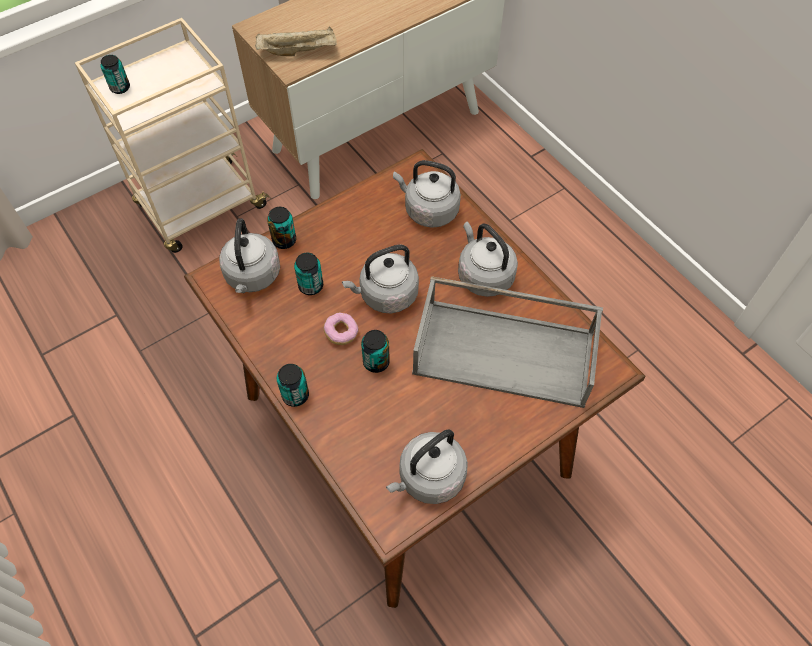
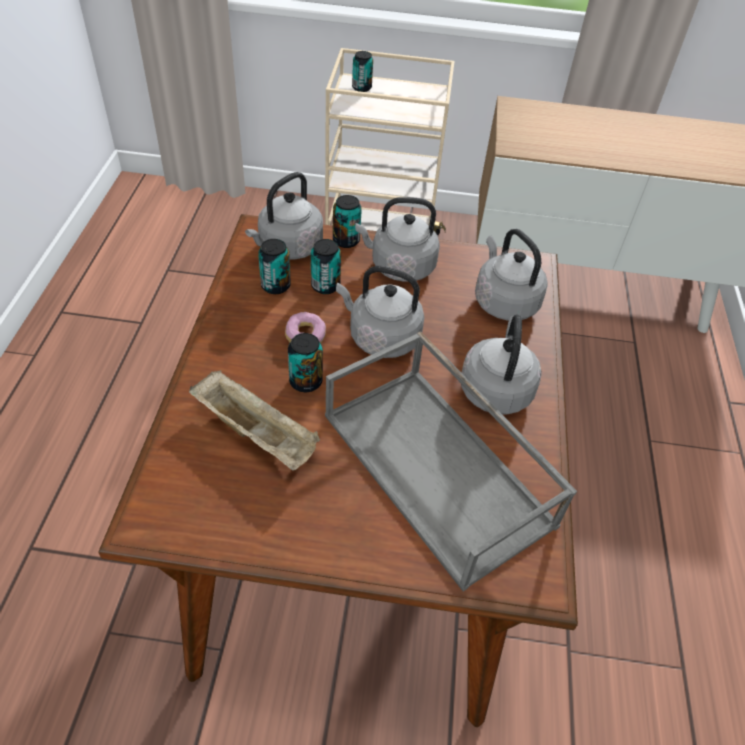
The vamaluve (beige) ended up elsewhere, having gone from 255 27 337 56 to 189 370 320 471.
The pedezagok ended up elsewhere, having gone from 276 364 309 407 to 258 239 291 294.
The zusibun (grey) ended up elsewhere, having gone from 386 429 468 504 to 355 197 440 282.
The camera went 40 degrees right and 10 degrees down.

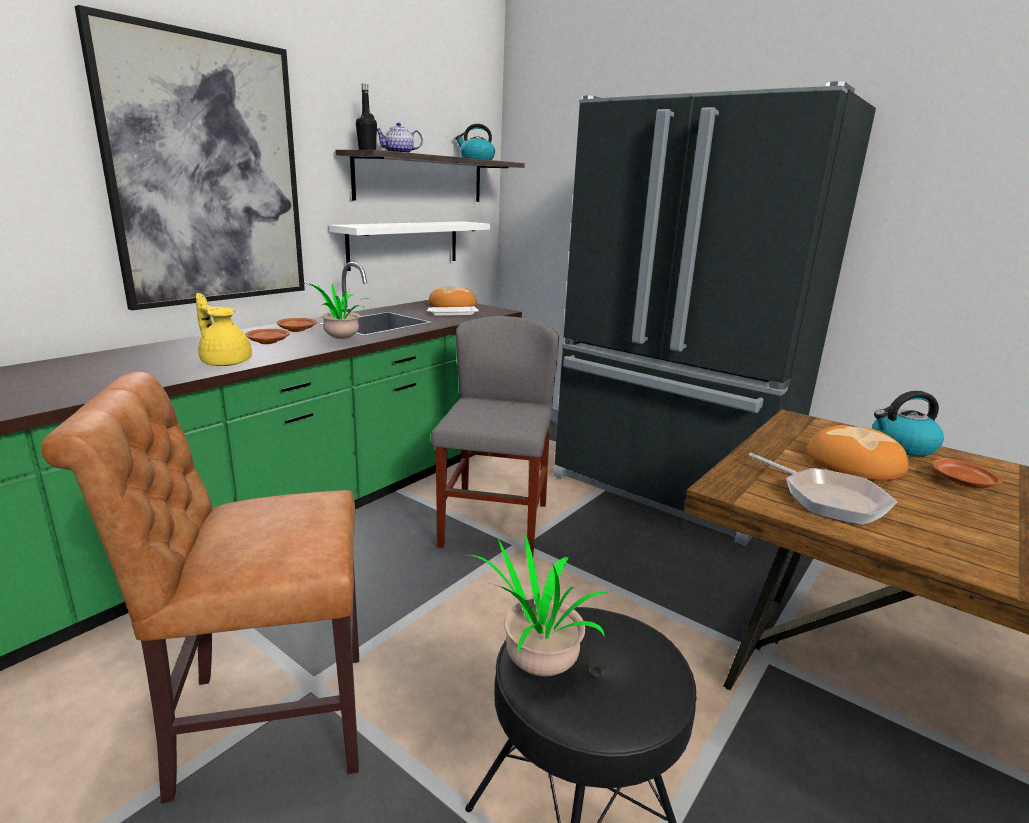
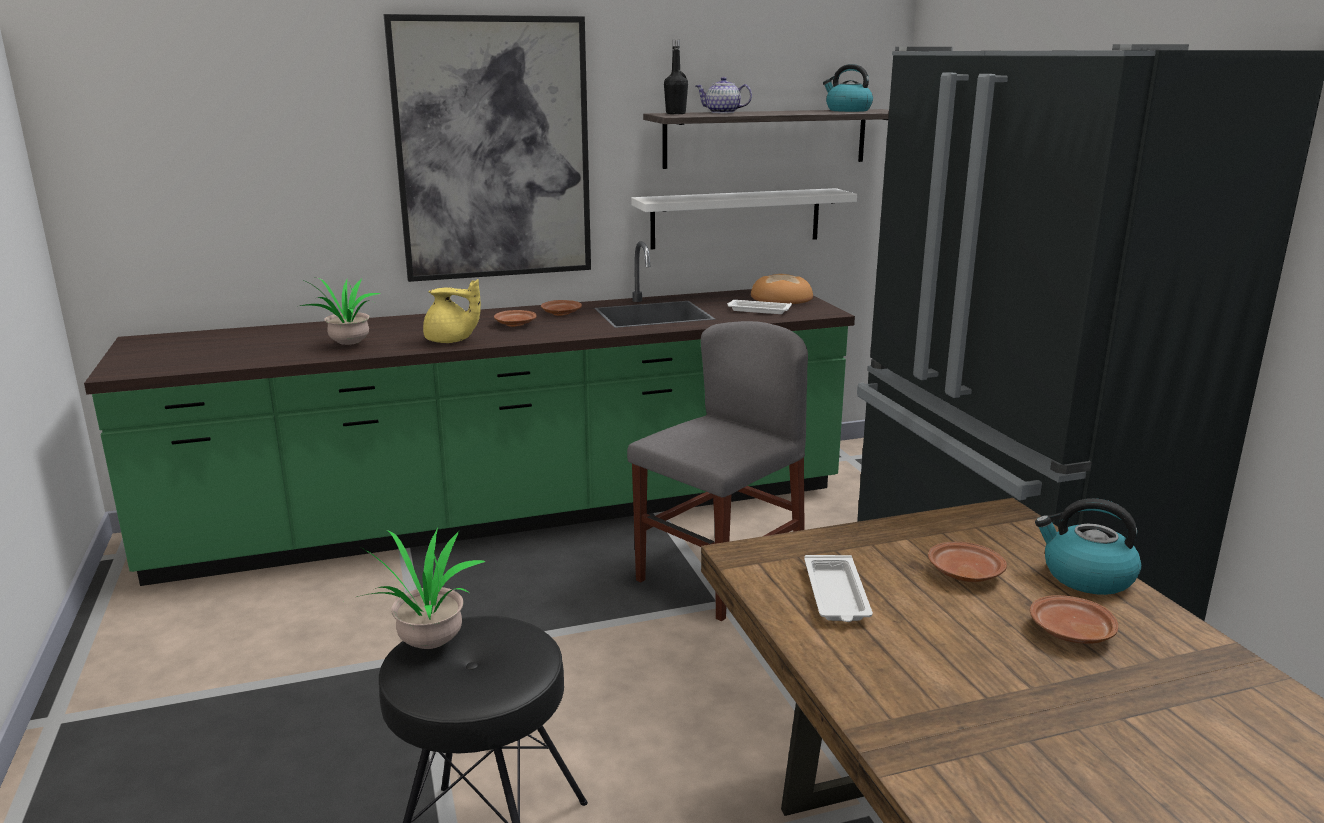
The second view lost the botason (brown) at 41 372 359 803.
The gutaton ended up elsewhere, having gone from 305 283 369 339 to 300 277 381 345.
Where the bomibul stood at 748 453 897 525, the vamaluve (white) came to stand at 804 555 873 622.
Where the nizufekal stood at 806 425 908 481, the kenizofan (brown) came to stand at 928 542 1007 582.
The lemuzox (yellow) at 196 293 252 366 ended up facing another way, 120 degrees clockwise from before.
The camera went 35 degrees right and 0 degrees up.

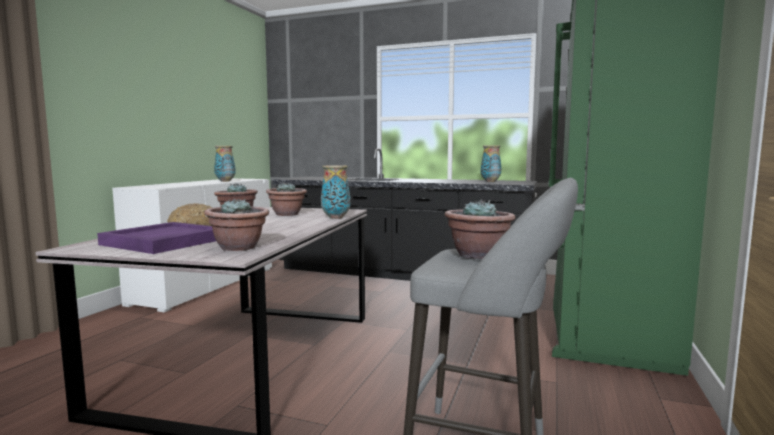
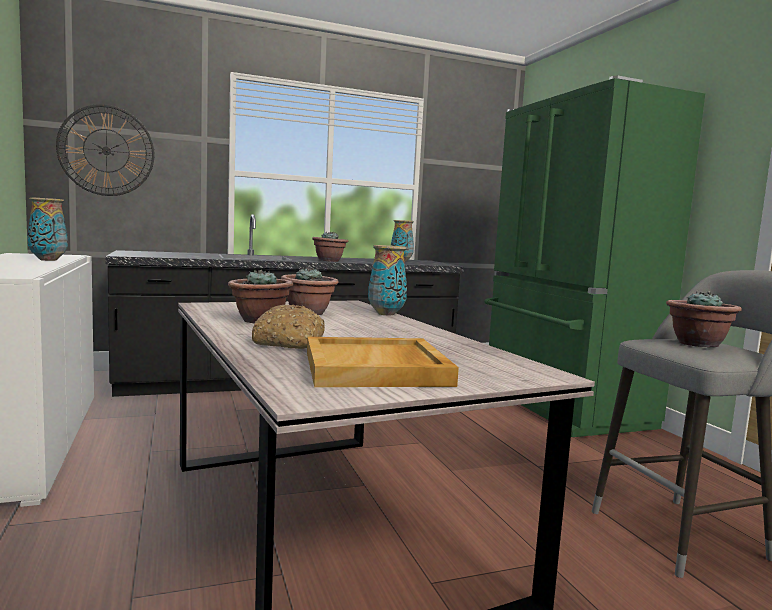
The second view gained the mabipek at 56 104 155 196.
The gutaton ended up elsewhere, having gone from 204 199 269 251 to 312 232 348 262.
What was the vamaluve (purple) at 97 222 216 254 turned into the vamaluve (beige) at 307 337 459 387.
The camera went 40 degrees left and 0 degrees up.

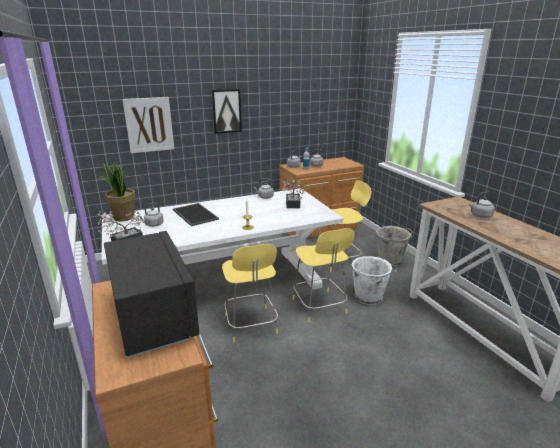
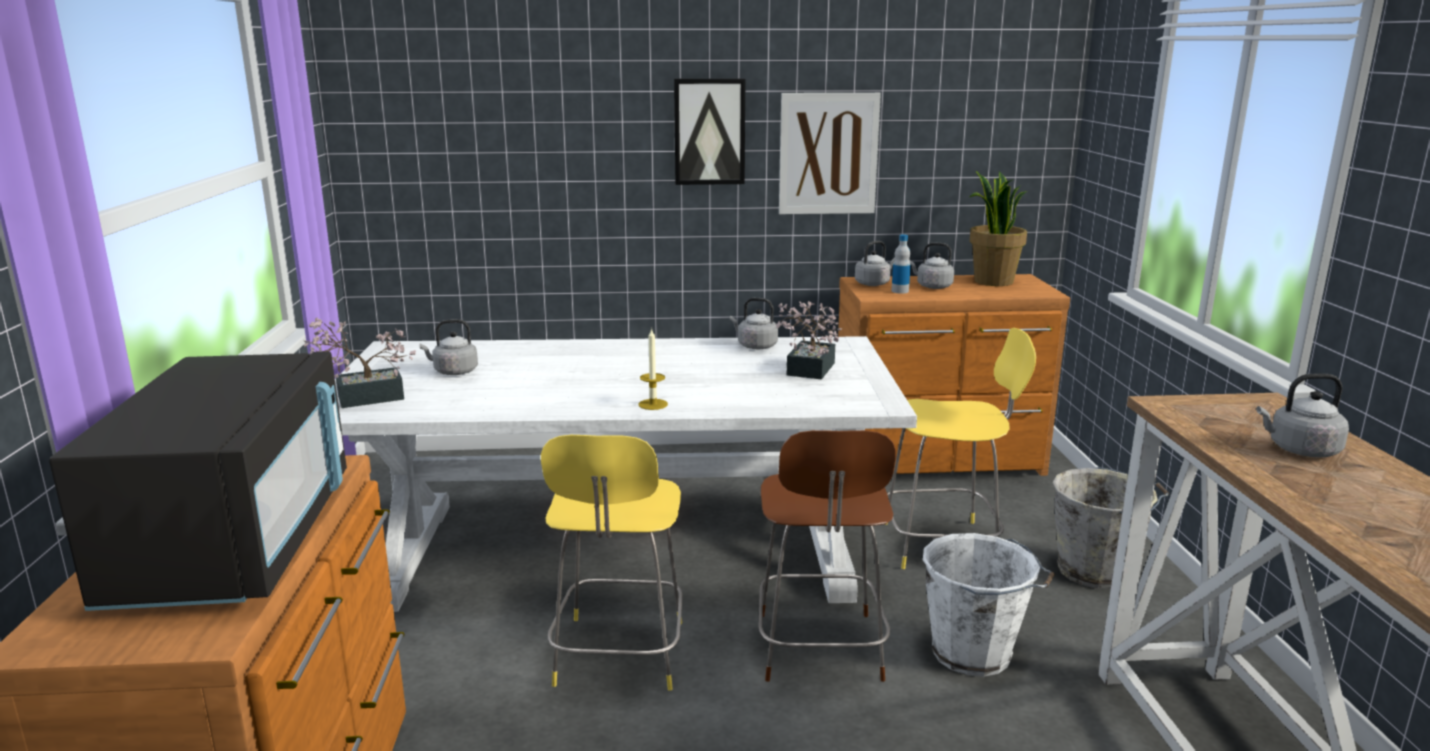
The second view lost the vamaluve at 173 203 219 226.
The gutaton ended up elsewhere, having gone from 98 163 135 222 to 970 171 1027 286.
The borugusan ended up elsewhere, having gone from 122 97 174 153 to 779 93 881 214.
What was the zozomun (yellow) at 292 228 355 323 turned into the zozomun (brown) at 759 430 896 682.
The camera went 20 degrees right and 5 degrees down.

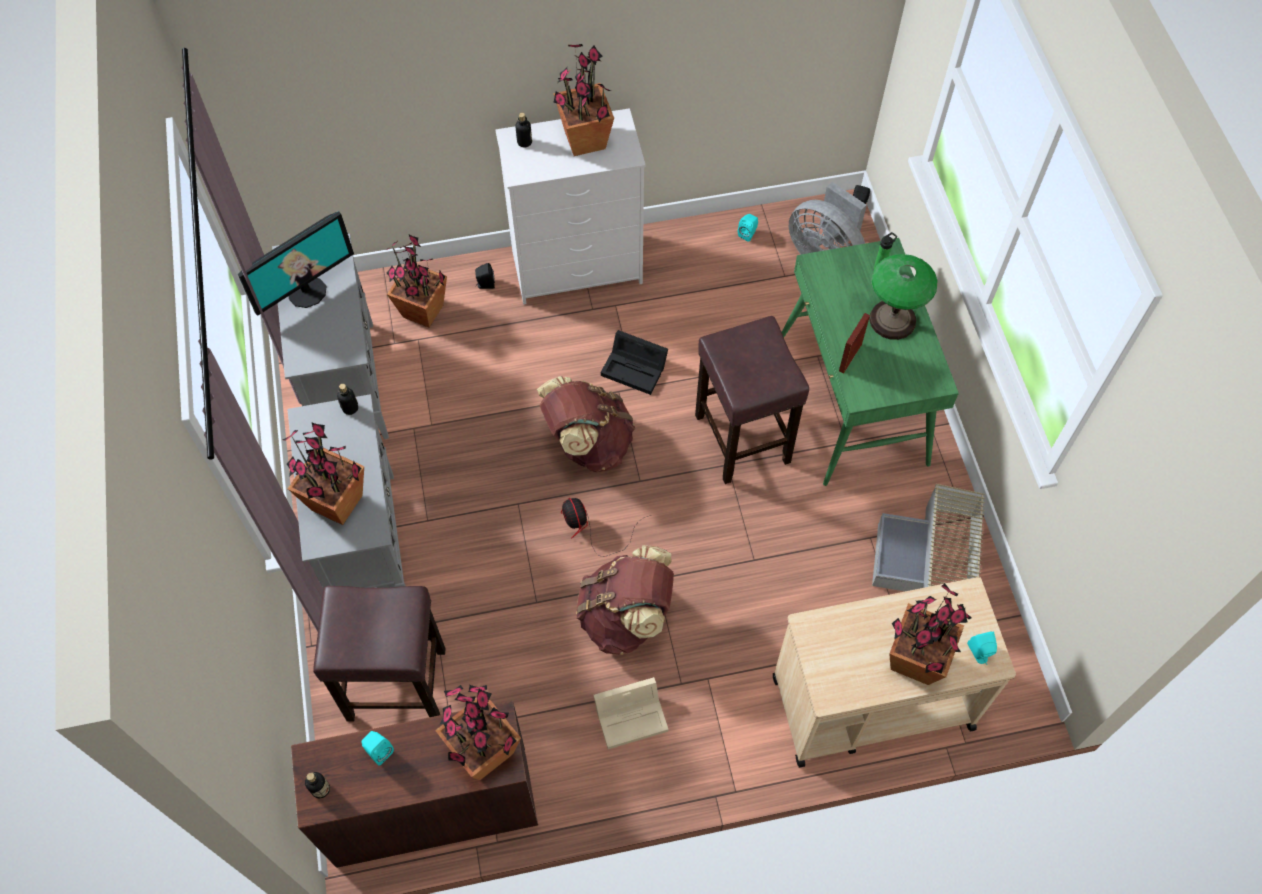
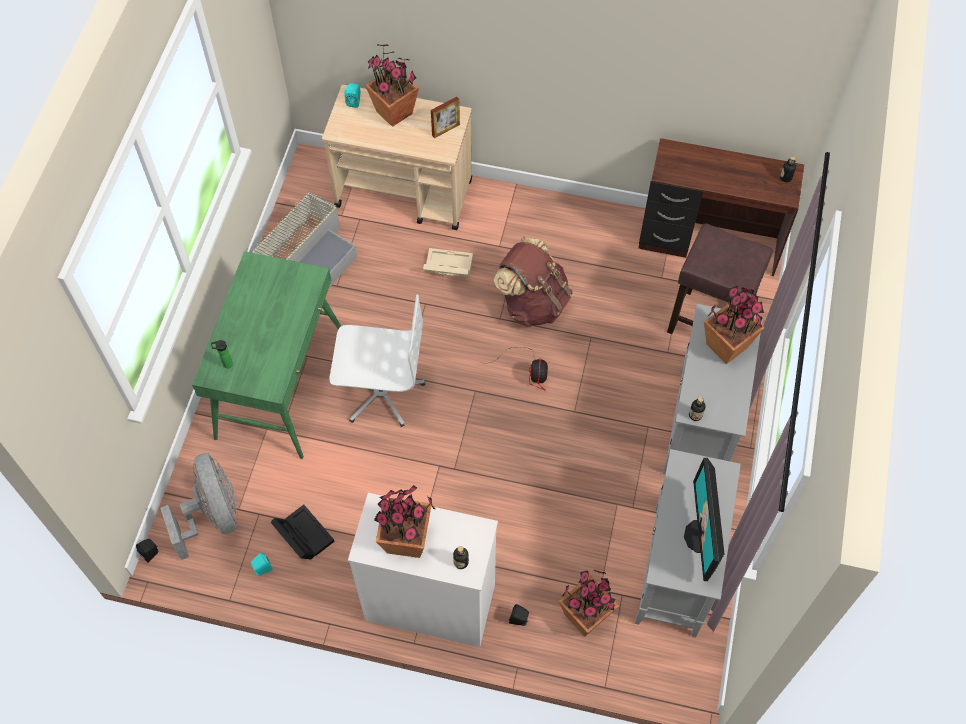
The second view lost the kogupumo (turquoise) at 361 731 394 766.
The second view lost the gutaton at 435 685 521 780.
The second view lost the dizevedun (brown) at 537 376 635 472.
The second view lost the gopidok at 869 254 938 340.
The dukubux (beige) ended up elsewhere, having gone from 594 677 668 749 to 423 248 473 277.
The dukubux (black) ended up elsewhere, having gone from 601 330 668 395 to 271 505 335 559.
The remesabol ended up elsewhere, having gone from 839 313 870 374 to 431 97 460 138.
Where the zozomun (brown) stood at 695 316 809 484, the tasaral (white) came to stand at 329 294 425 427.
The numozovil at 238 211 354 316 ended up facing another way, 75 degrees counterclockwise from before.
The camera went 155 degrees left and 0 degrees up.

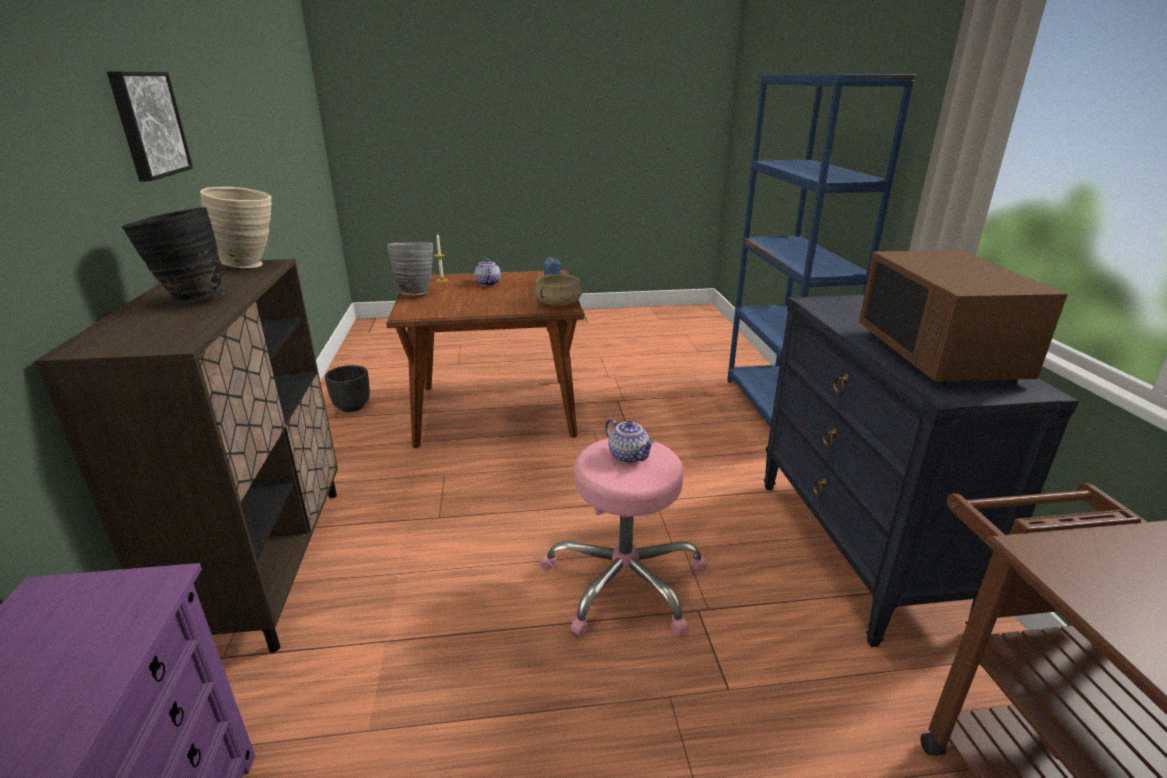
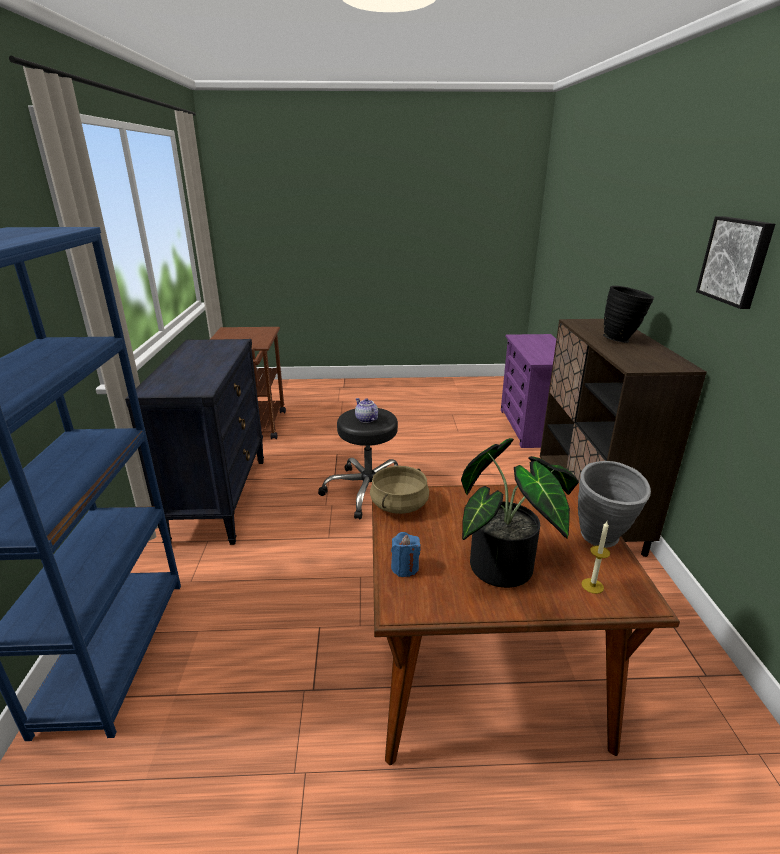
The second view lost the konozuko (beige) at 200 187 272 268.
The second view lost the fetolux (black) at 325 365 370 412.
The second view lost the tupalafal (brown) at 859 250 1068 386.
Where the lemuzox stood at 474 258 501 286, the gutaton came to stand at 461 438 578 588.
What was the zozomun (pink) at 540 438 708 636 turned into the zozomun (black) at 318 408 398 520.
The camera went 175 degrees left and 0 degrees up.

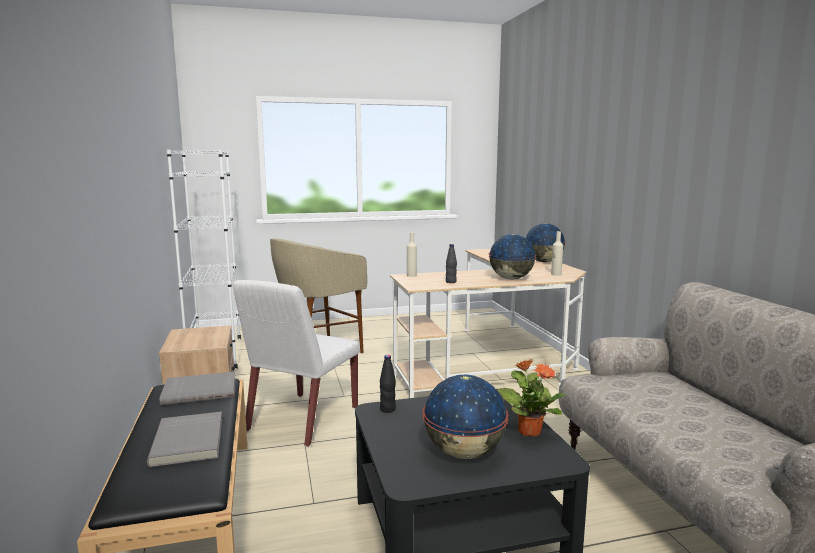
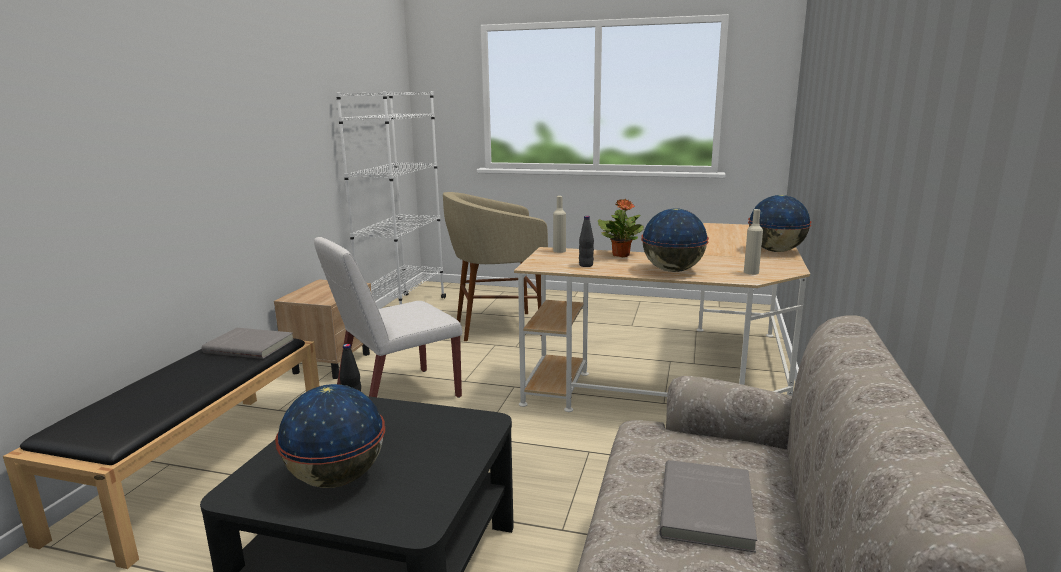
The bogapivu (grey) ended up elsewhere, having gone from 147 412 222 467 to 659 460 757 553.
The gutaton ended up elsewhere, having gone from 498 359 567 436 to 598 199 644 257.
The camera went 30 degrees right and 5 degrees up.

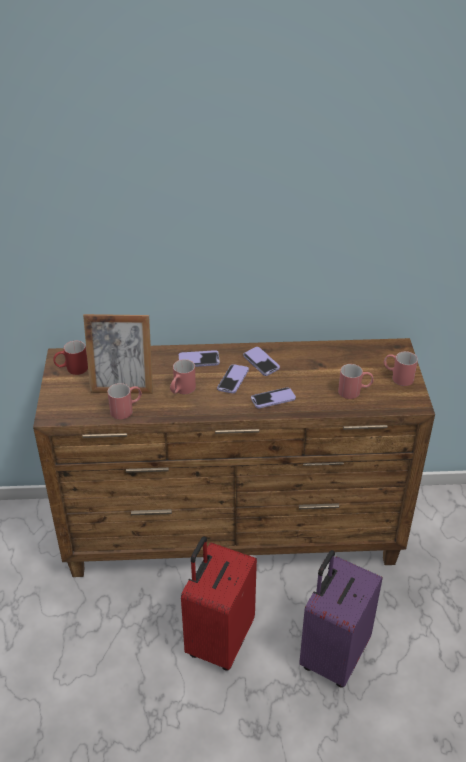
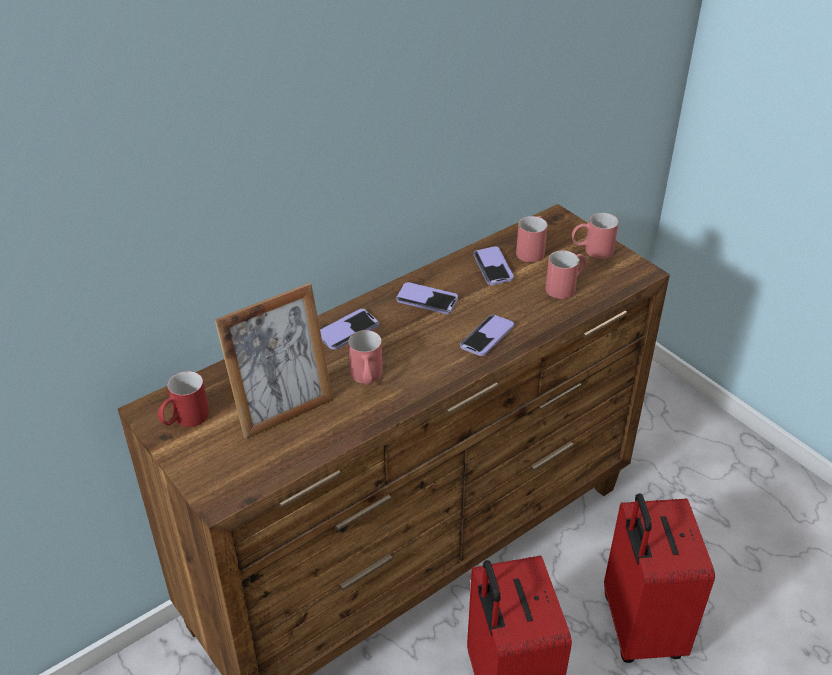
The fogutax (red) ended up elsewhere, having gone from 107 383 142 419 to 516 216 548 263.
The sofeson ended up elsewhere, having gone from 217 364 249 393 to 474 246 514 285.
What was the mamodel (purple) at 299 550 383 688 turned into the mamodel (red) at 604 494 715 663.
The camera went 35 degrees left and 0 degrees up.

